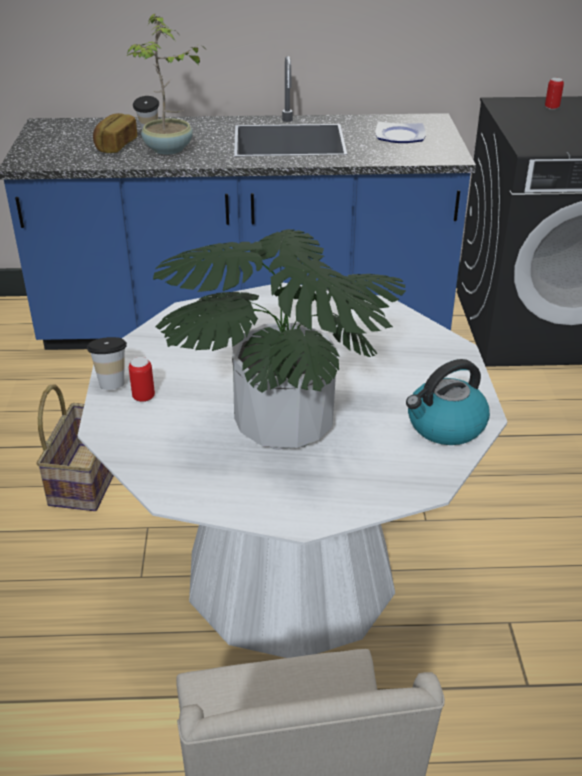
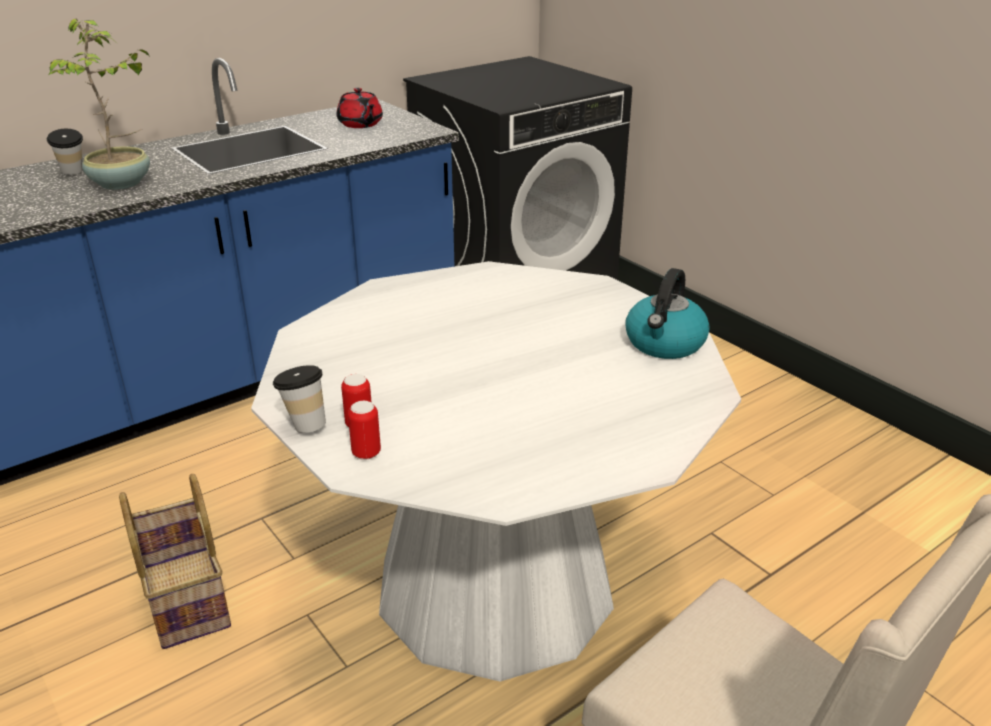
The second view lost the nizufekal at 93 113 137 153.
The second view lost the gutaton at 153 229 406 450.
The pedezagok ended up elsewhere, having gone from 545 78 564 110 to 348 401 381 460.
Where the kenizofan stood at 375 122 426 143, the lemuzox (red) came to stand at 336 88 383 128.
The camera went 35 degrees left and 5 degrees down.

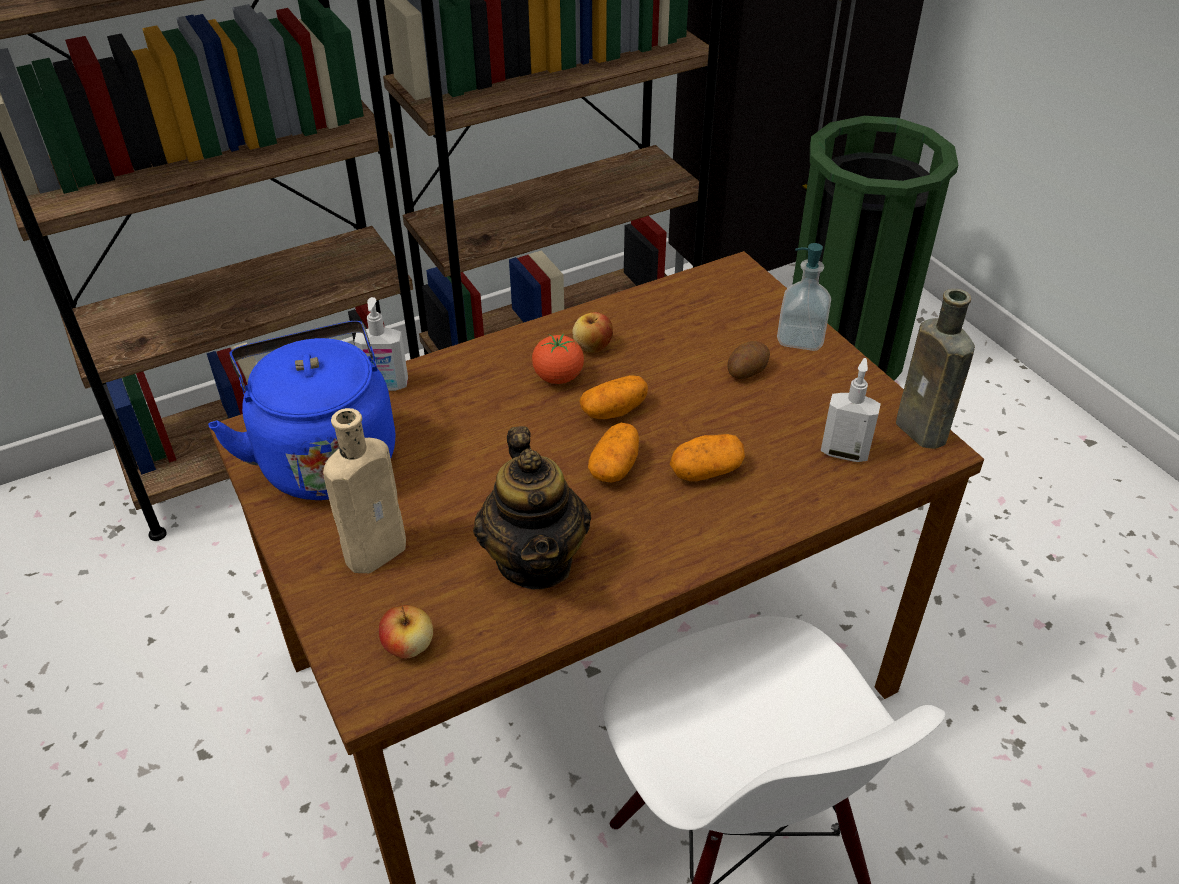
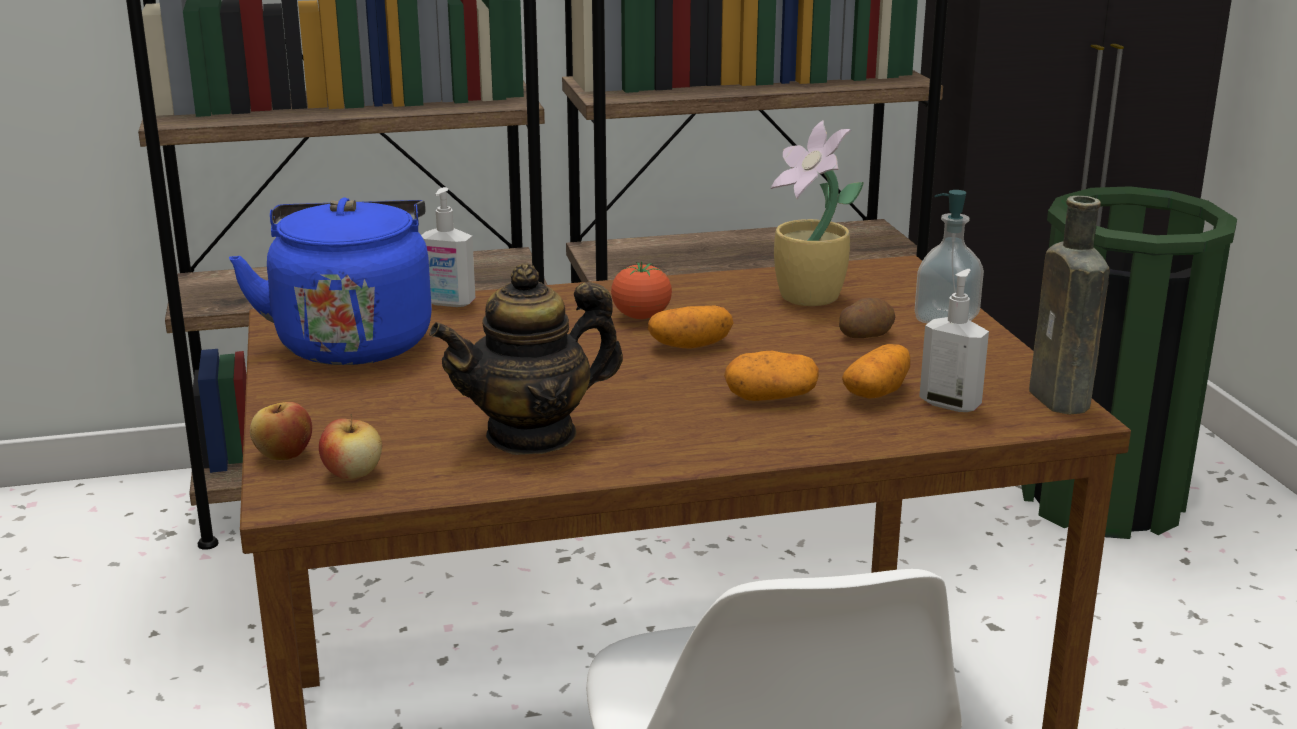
The second view lost the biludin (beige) at 323 408 406 573.
The second view gained the gutaton at 771 120 864 306.
The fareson ended up elsewhere, having gone from 572 312 613 353 to 250 402 312 460.
The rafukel ended up elsewhere, having gone from 588 423 639 483 to 842 344 910 398.
The lemuzox at 473 426 591 590 ended up facing another way, 60 degrees clockwise from before.
The camera went 15 degrees right and 20 degrees down.

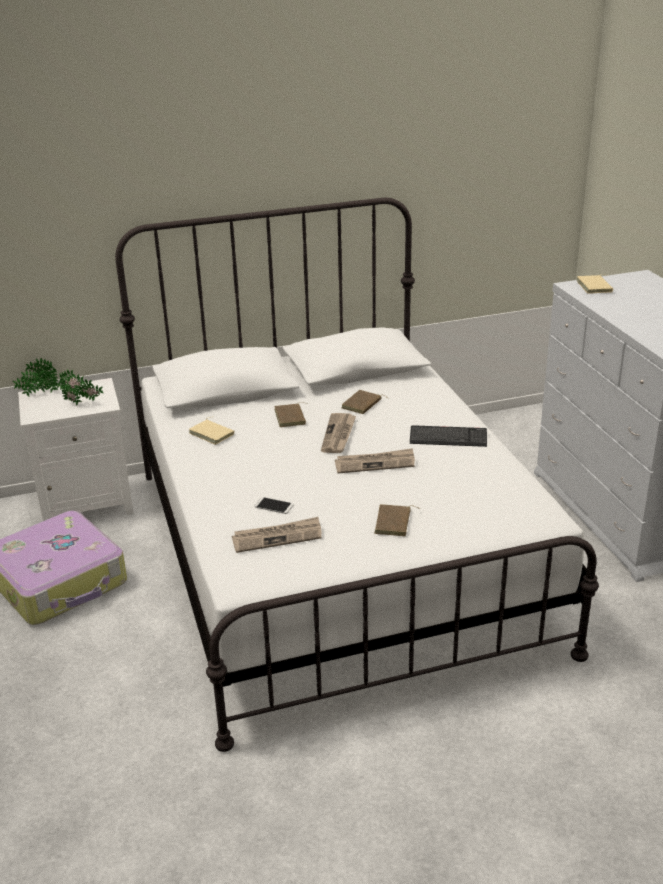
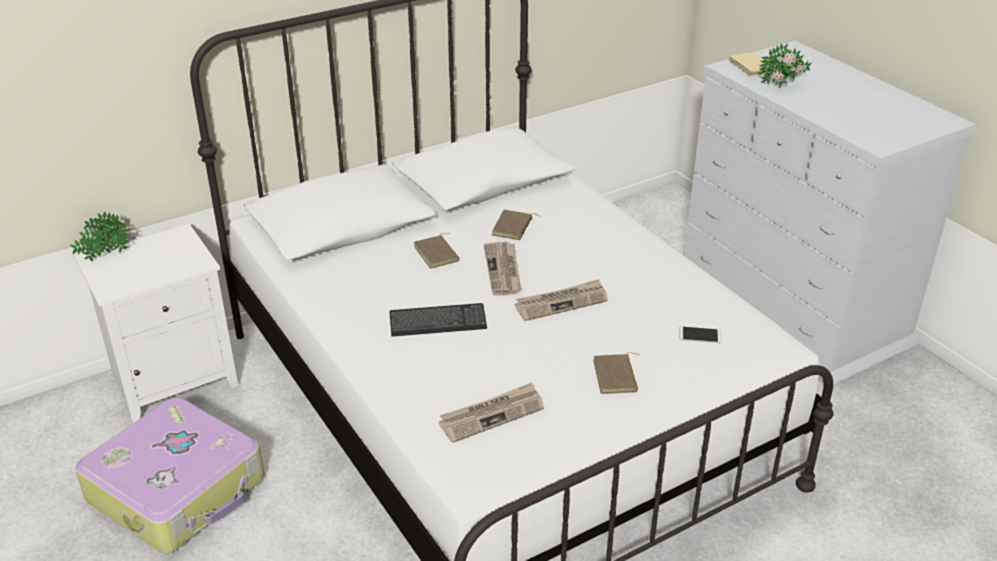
The second view lost the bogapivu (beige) at 189 417 234 445.
The gutaton ended up elsewhere, having gone from 57 369 103 405 to 759 43 812 88.
The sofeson ended up elsewhere, having gone from 255 497 294 514 to 679 327 722 343.
The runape ended up elsewhere, having gone from 410 425 487 447 to 389 303 487 337.
The camera went 15 degrees left and 5 degrees up.

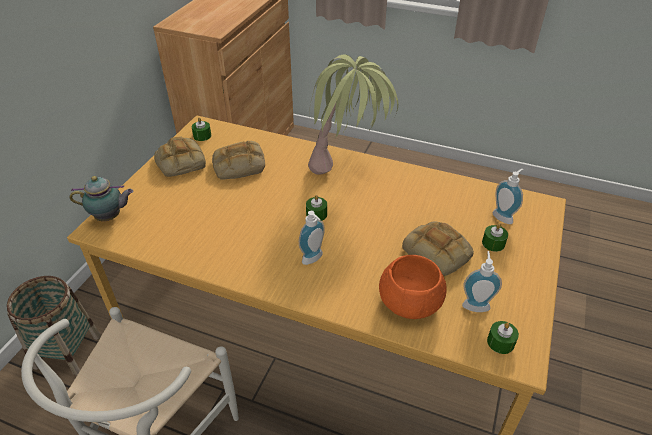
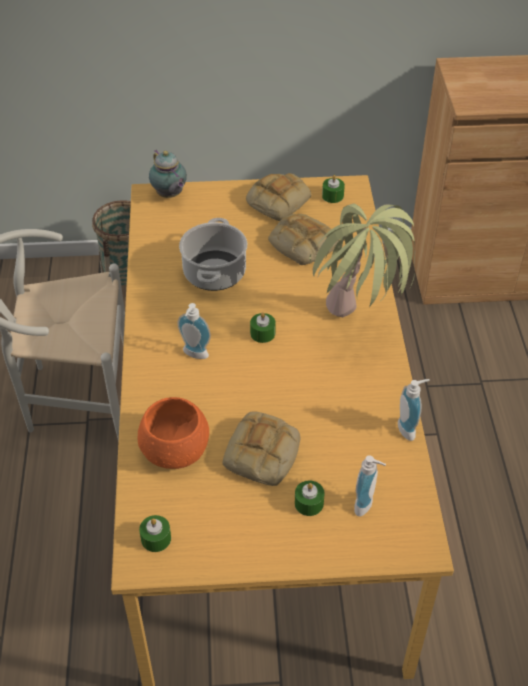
The second view gained the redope at 179 218 247 291.
The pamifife ended up elsewhere, having gone from 462 251 502 312 to 398 379 430 441.
The camera went 65 degrees right and 5 degrees up.

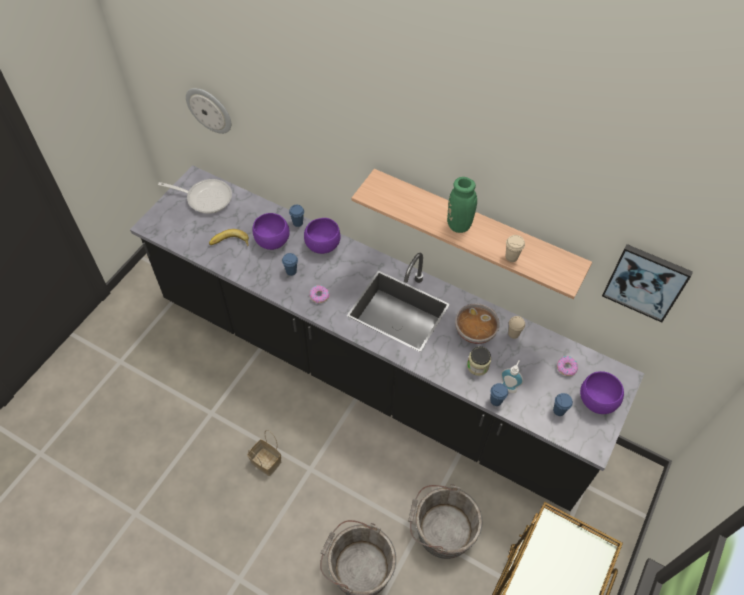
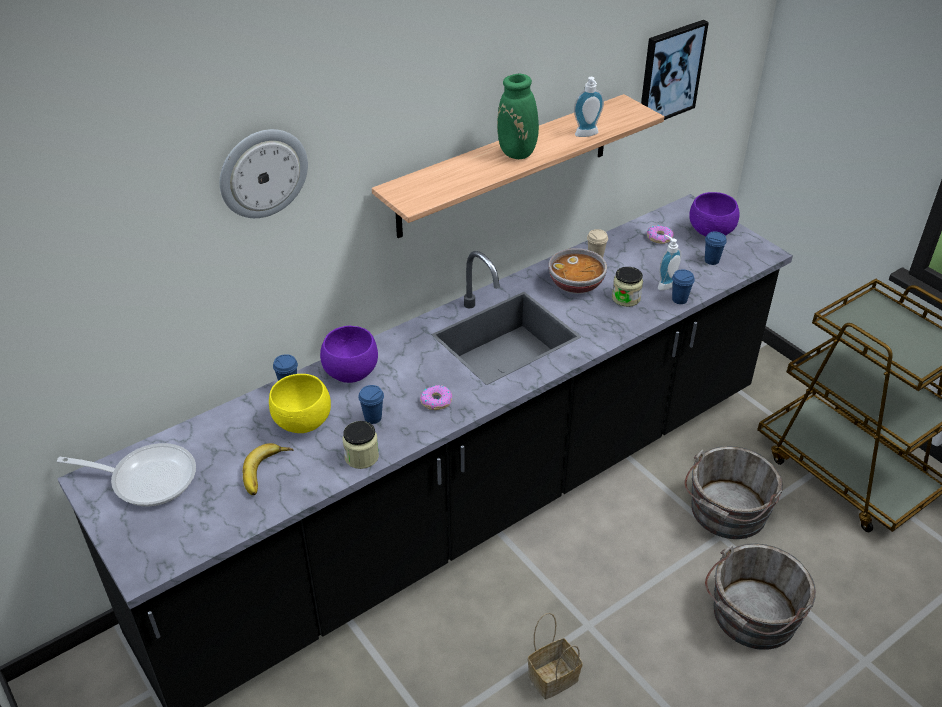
The second view gained the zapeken at 342 421 379 469.
The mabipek ended up elsewhere, having gone from 186 88 231 134 to 220 129 308 218.
Where the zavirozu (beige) stood at 505 235 525 262, the pamifife came to stand at 574 77 604 137.
What was the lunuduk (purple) at 252 213 290 250 turned into the lunuduk (yellow) at 269 374 331 433.
The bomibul at 158 179 232 214 ended up facing another way, 60 degrees clockwise from before.
The camera went 65 degrees left and 15 degrees down.

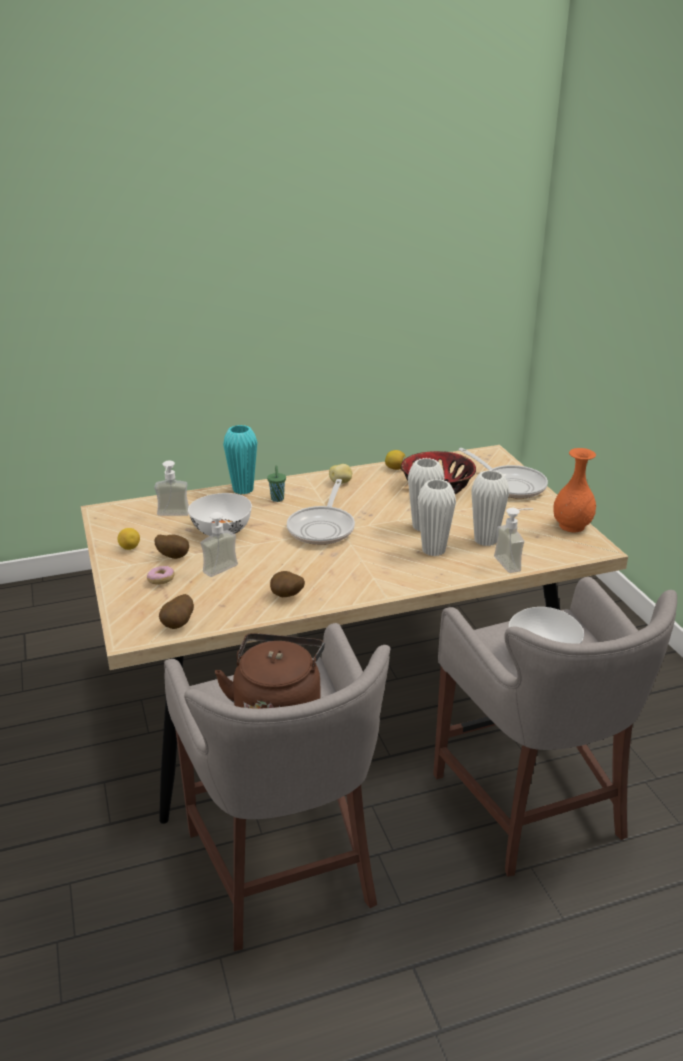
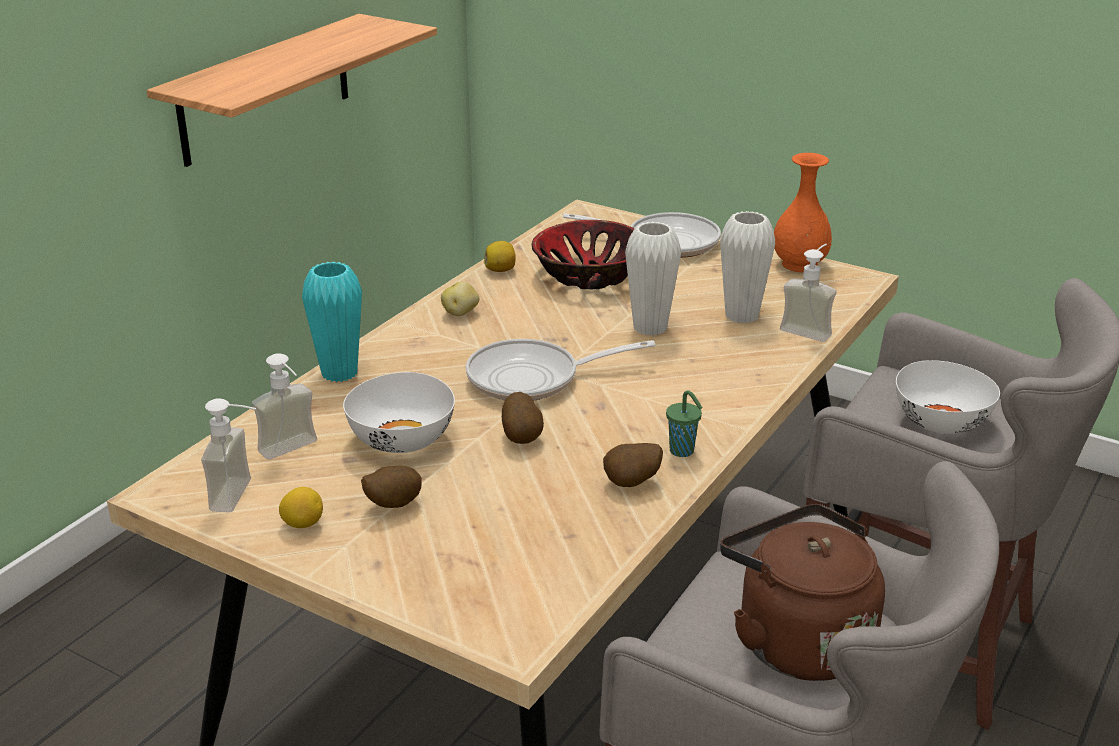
The second view lost the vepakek at 147 566 175 585.
The second view lost the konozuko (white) at 418 479 456 556.
The second view gained the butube at 147 14 437 167.
The rafukel ended up elsewhere, having gone from 159 594 194 629 to 502 392 544 444.
The pamifife ended up elsewhere, having gone from 200 512 238 577 to 201 398 256 513.
The zavirozu (green) ended up elsewhere, having gone from 267 466 286 502 to 666 390 703 457.
The bomibul at 287 479 355 545 ended up facing another way, 105 degrees clockwise from before.
The camera went 40 degrees left and 0 degrees up.

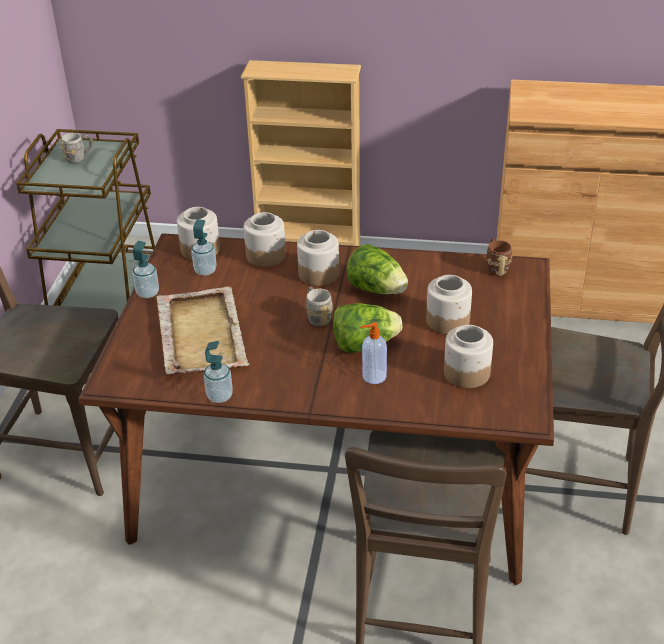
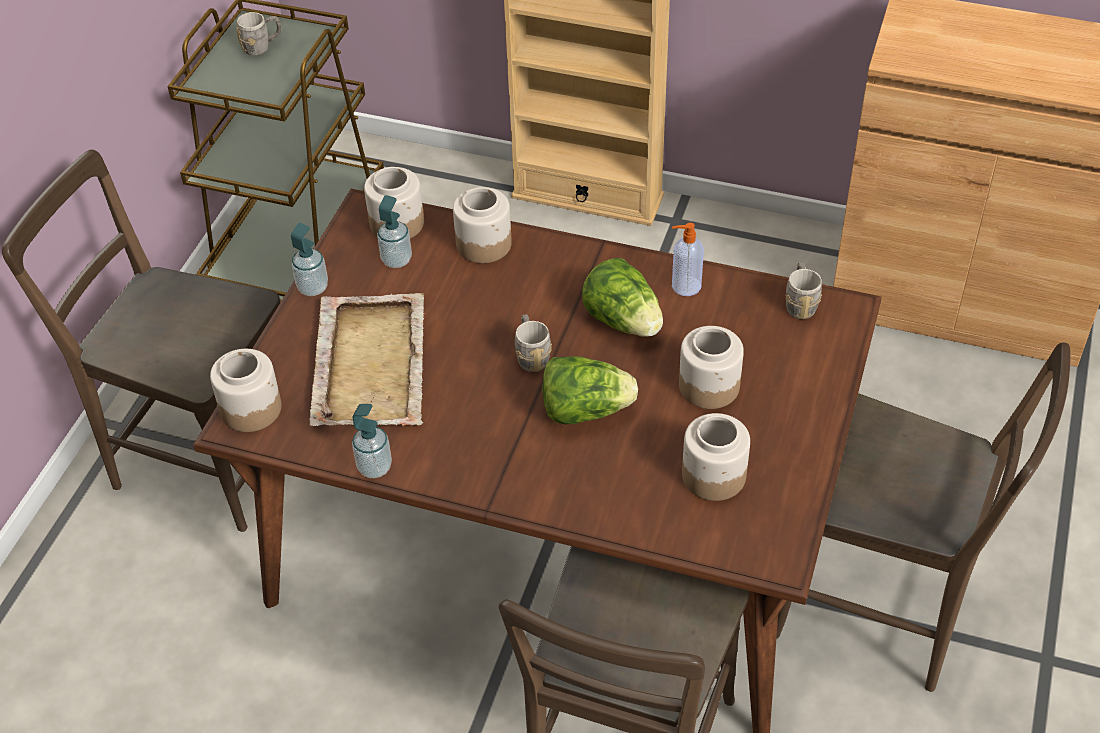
The zapeken ended up elsewhere, having gone from 297 230 339 286 to 210 349 281 432.
The pamifife ended up elsewhere, having gone from 360 322 387 384 to 672 223 704 296.
What was the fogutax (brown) at 487 238 512 276 turned into the fogutax (grey) at 785 262 822 319.
The camera went 10 degrees right and 10 degrees up.

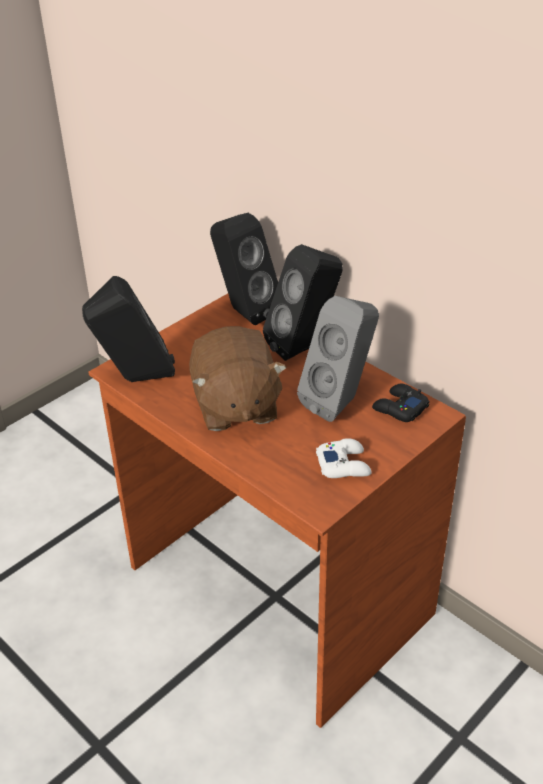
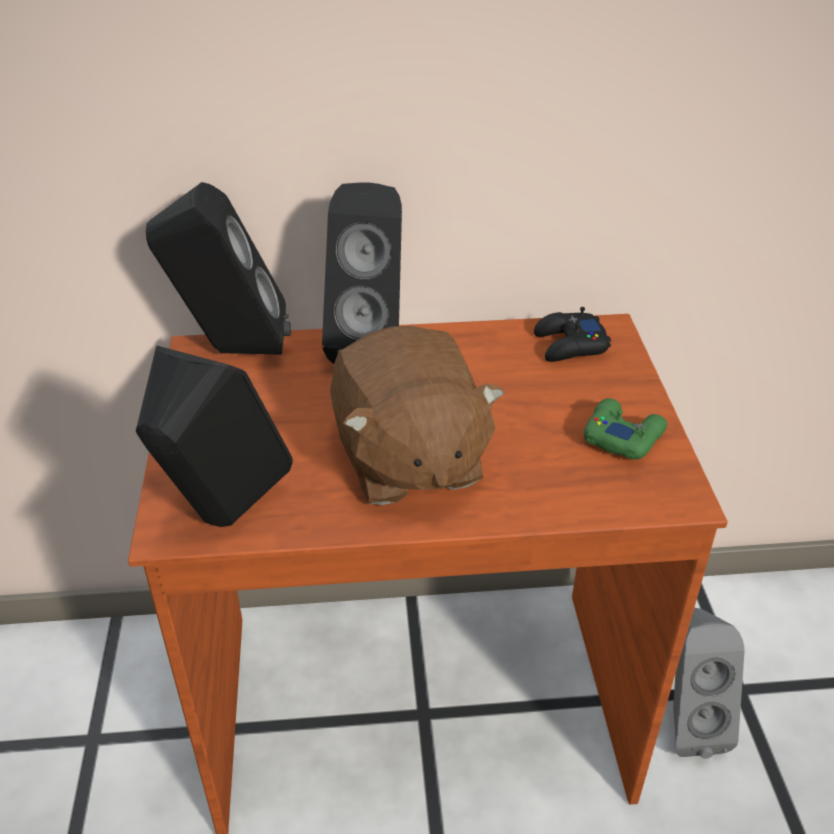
The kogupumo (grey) ended up elsewhere, having gone from 297 296 379 422 to 673 608 745 759.
What was the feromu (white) at 316 438 372 478 turned into the feromu (green) at 584 398 667 460.
The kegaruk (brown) at 189 326 287 431 ended up facing another way, 45 degrees clockwise from before.
The camera went 50 degrees left and 0 degrees up.

